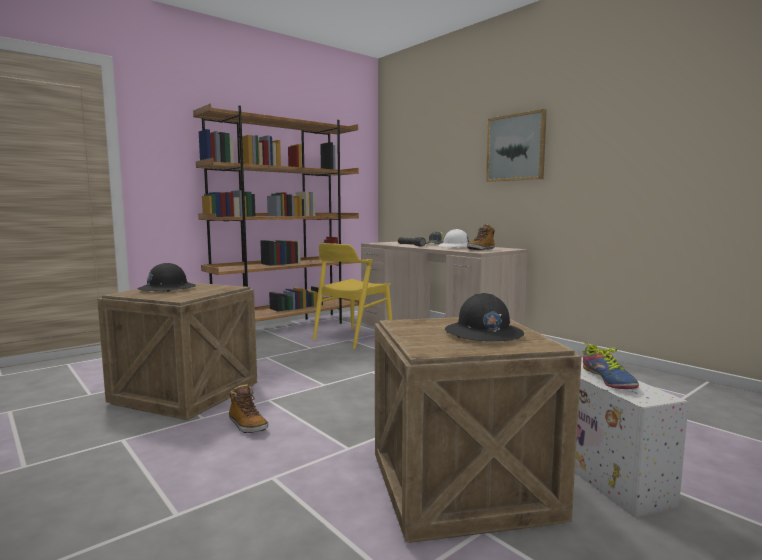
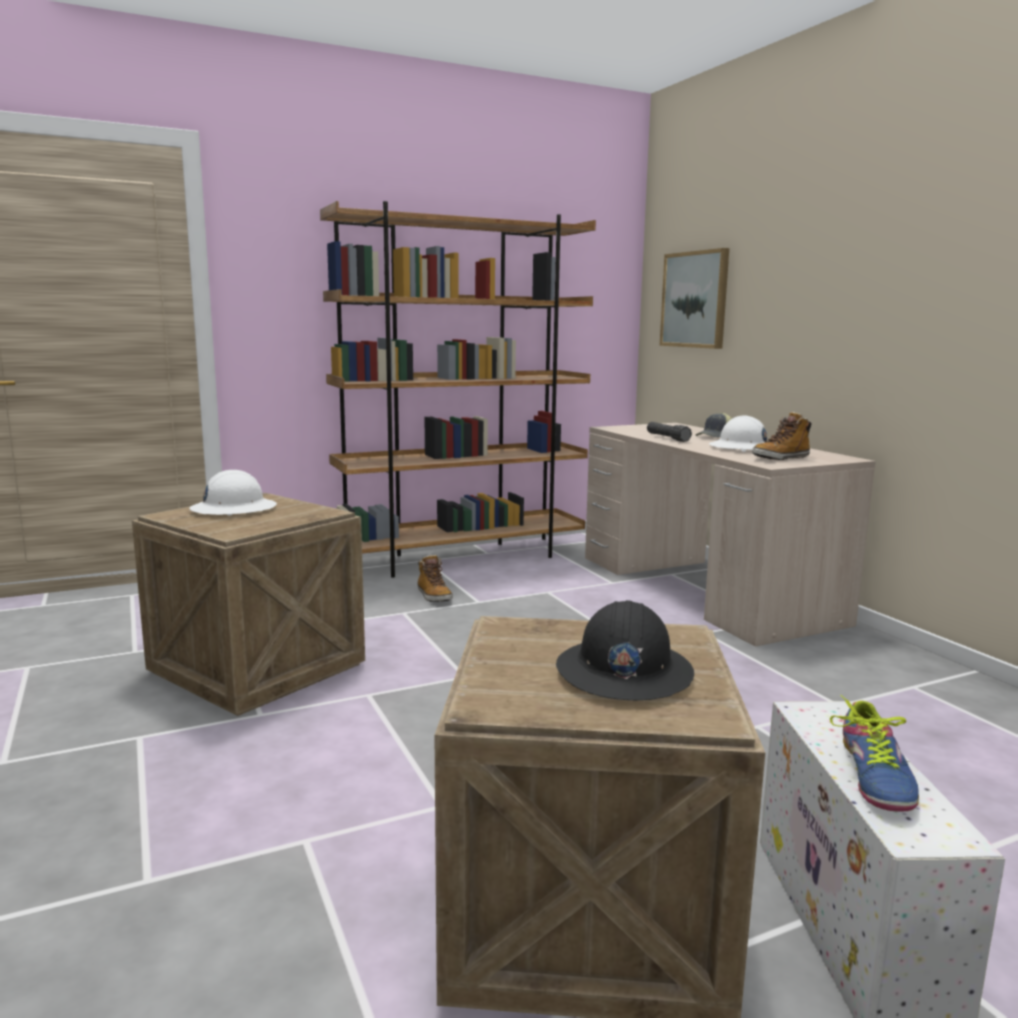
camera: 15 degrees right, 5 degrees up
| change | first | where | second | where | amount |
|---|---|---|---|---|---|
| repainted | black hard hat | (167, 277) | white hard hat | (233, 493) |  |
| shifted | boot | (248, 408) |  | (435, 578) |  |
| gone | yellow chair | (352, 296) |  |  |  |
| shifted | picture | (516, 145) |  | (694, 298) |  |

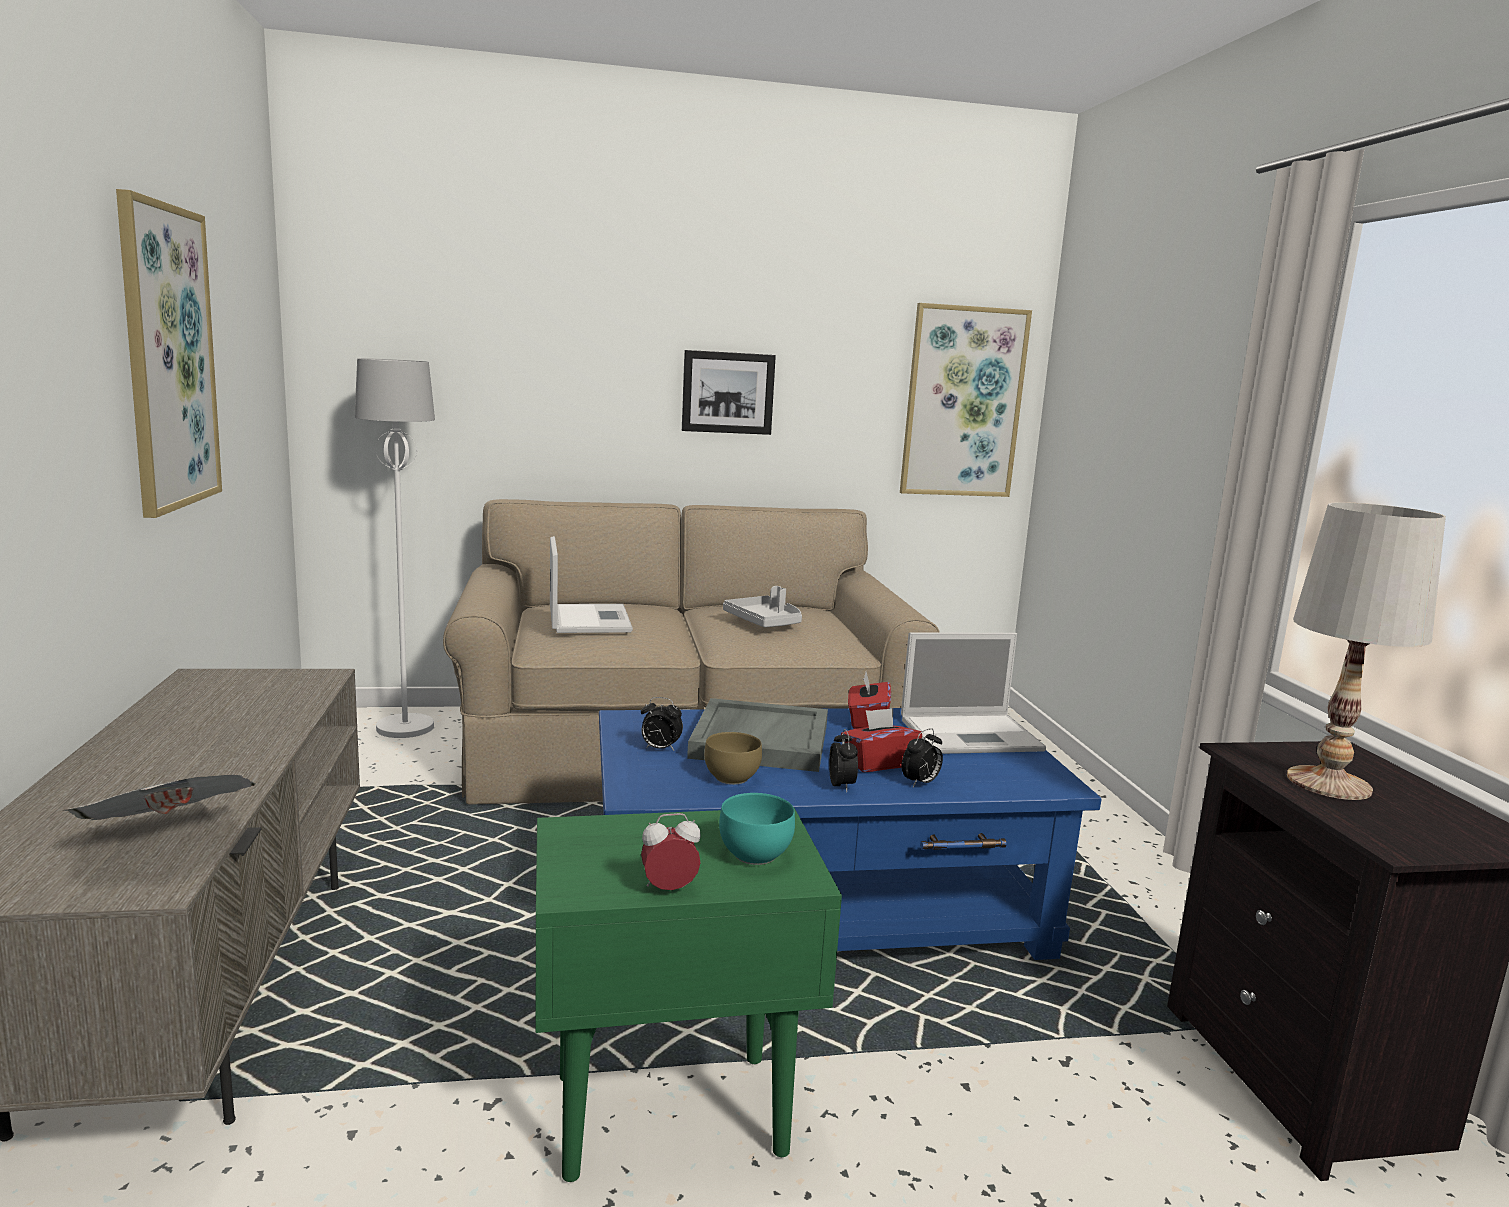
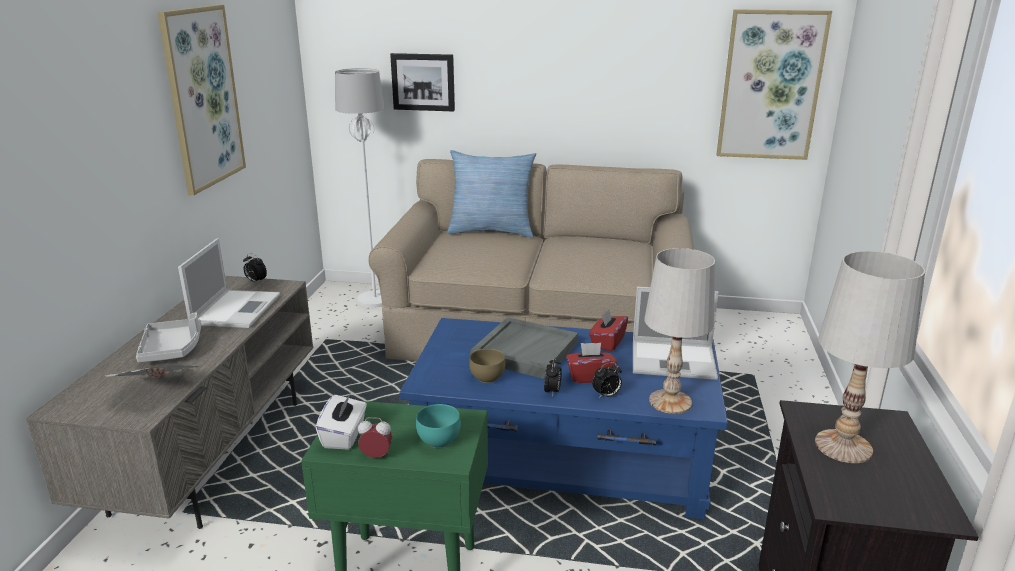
camera: 20 degrees right, 10 degrees up
| change | first | where | second | where | amount |
|---|---|---|---|---|---|
| shifted | laptop | (591, 584) |  | (229, 283) |  |
| shifted | alarm clock | (662, 724) |  | (255, 268) |  |
| shifted | picture | (729, 392) |  | (422, 82) |  |
| shifted | grey tray | (762, 606) |  | (169, 338) |  |
| new |  |  | white tissue box | (341, 421) |  |
| new |  |  | pillow | (491, 194) |  |
| new |  |  | white table lamp | (679, 331) |  |

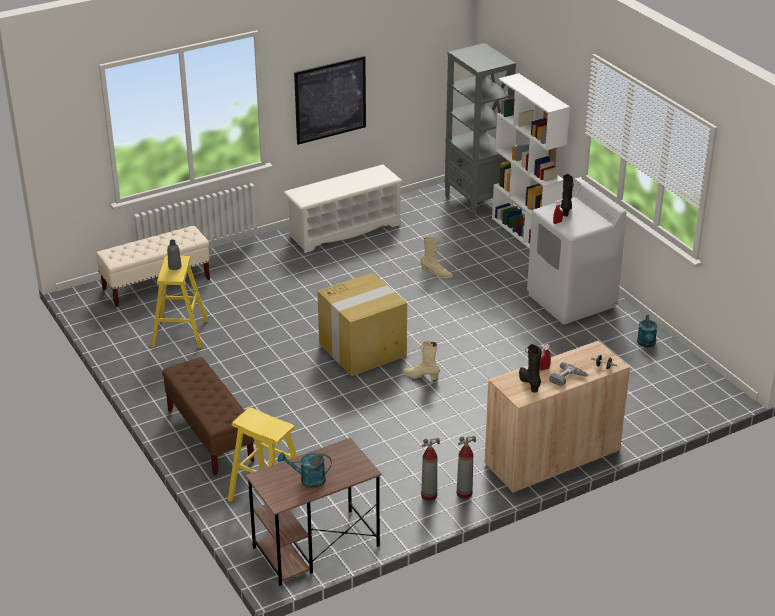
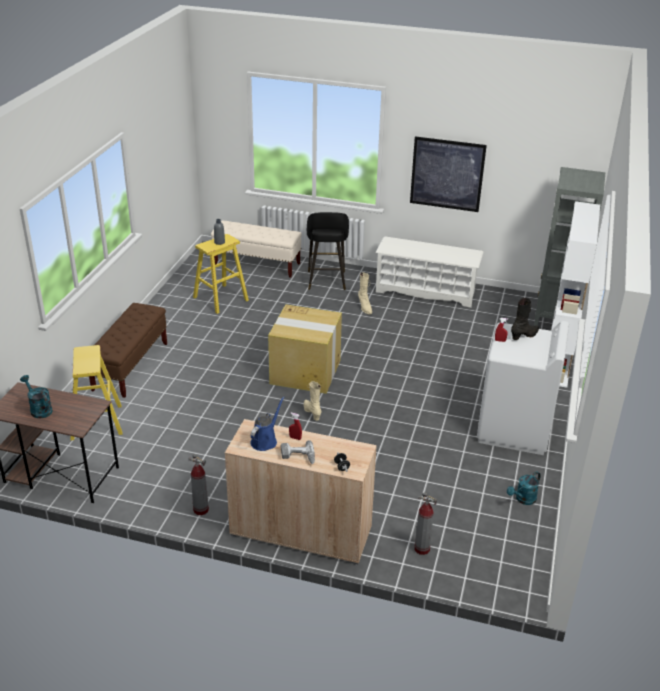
camera: 45 degrees right, 0 degrees up
| change | first | where | second | where | amount |
|---|---|---|---|---|---|
| shifted | beige boot | (436, 257) |  | (365, 294) |  |
| shifted | fire extinguisher | (430, 469) |  | (425, 523) |  |
| swapped | black boot | (530, 368) | blue watering can | (267, 423) |  |
| new |  |  | black stool | (328, 251) |  |

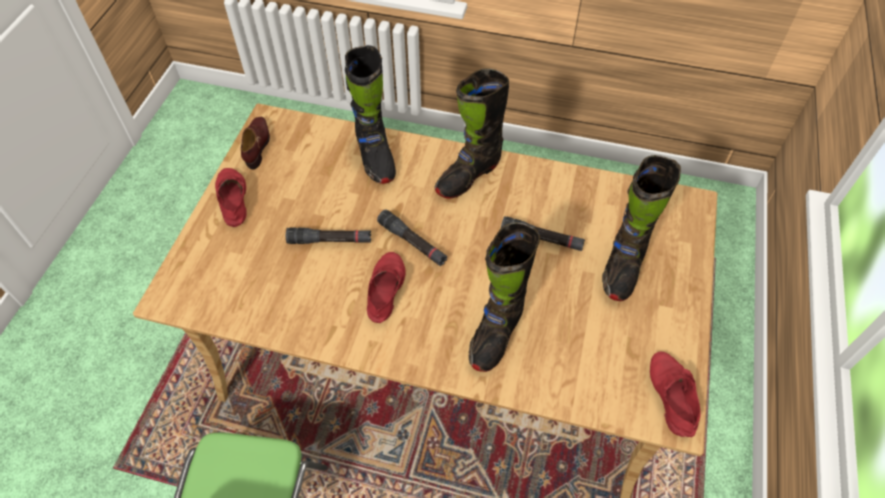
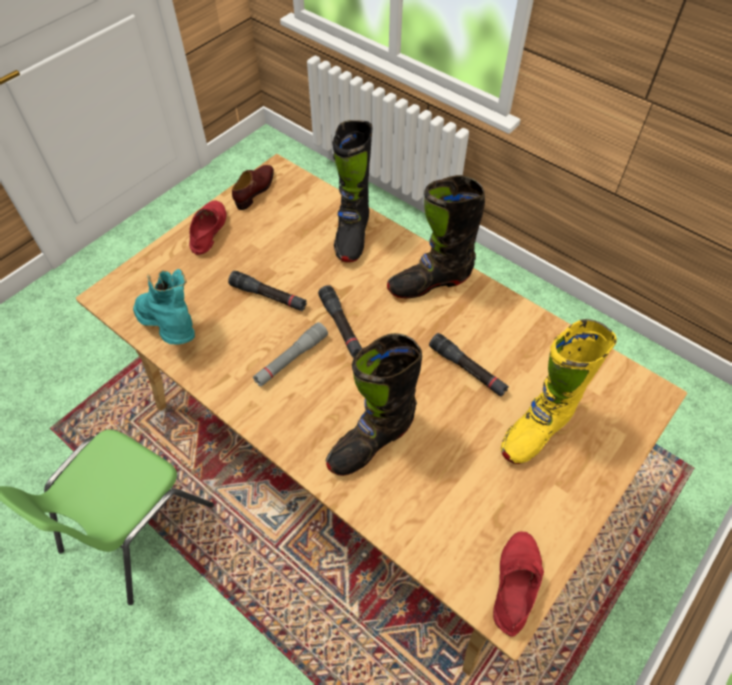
camera: 25 degrees right, 0 degrees up
| change | first | where | second | where | amount |
|---|---|---|---|---|---|
| swapped | red shoe | (386, 287) | grey flashlight | (290, 354) |  |
| repainted | black boot | (641, 228) | yellow boot | (559, 391) |  |
| new |  |  | turquoise boot | (164, 306) |  |

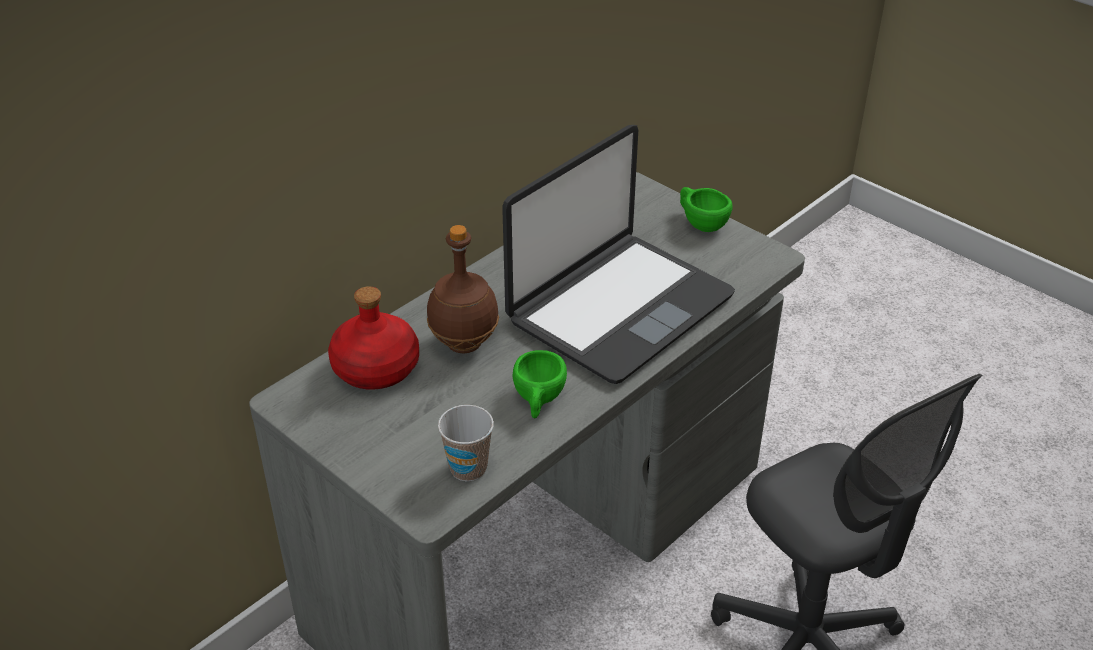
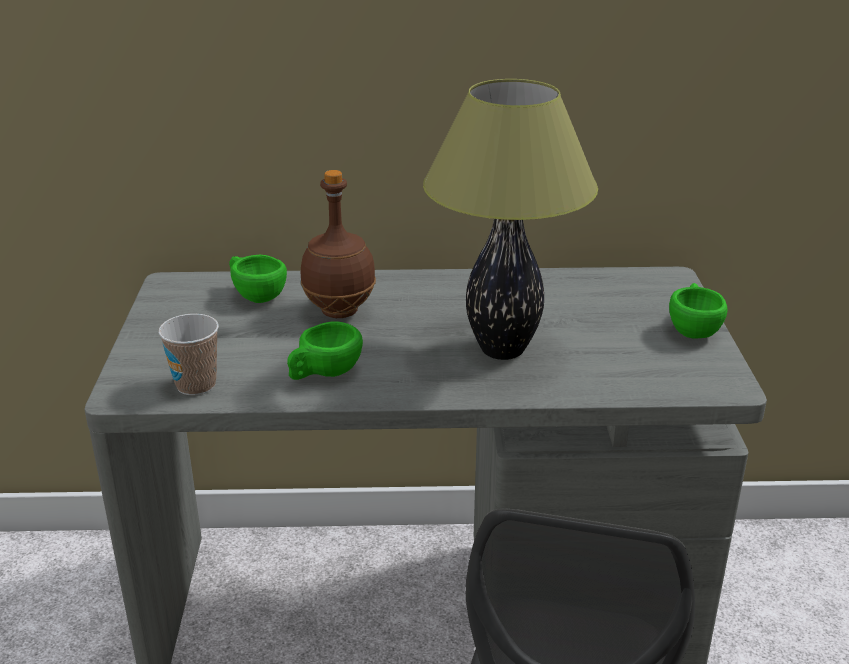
camera: 45 degrees right, 10 degrees down
| change | first | where | second | where | amount |
|---|---|---|---|---|---|
| swapped | red bottle | (373, 338) | green cup | (258, 279) |  |
| swapped | laptop | (618, 254) | table lamp | (510, 219) |  |

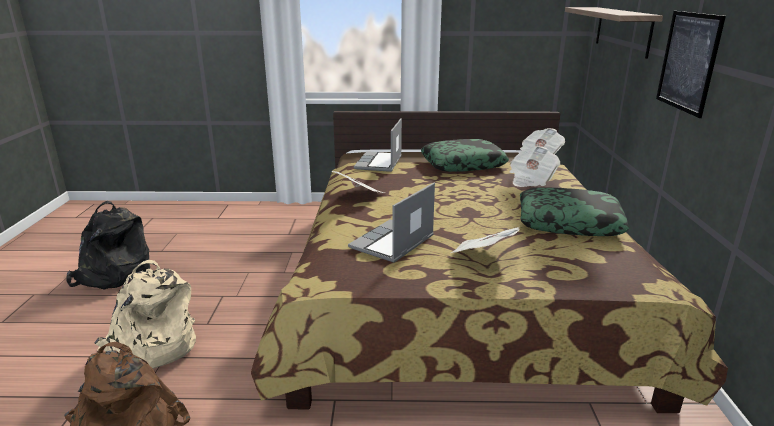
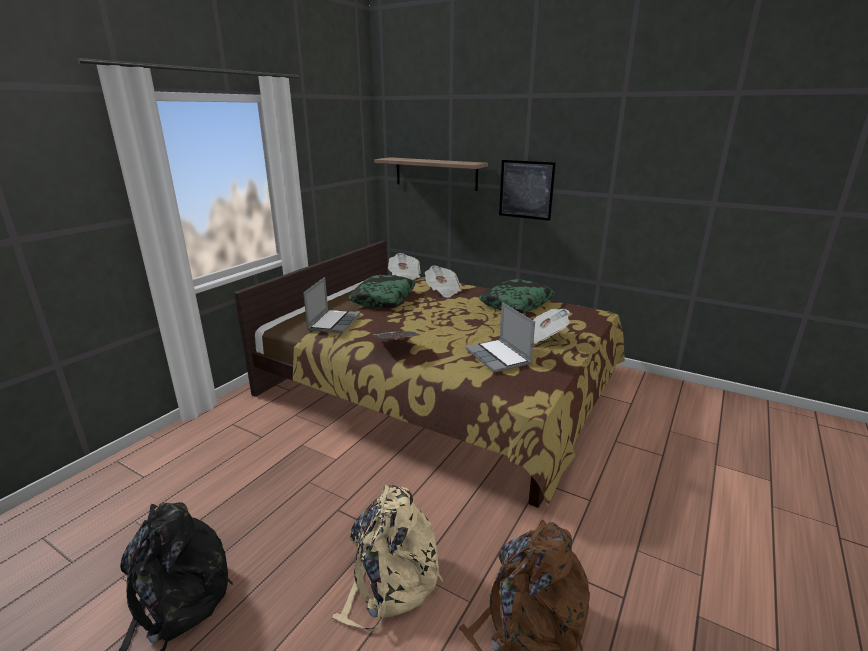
camera: 60 degrees left, 0 degrees up
| change | first | where | second | where | amount |
|---|---|---|---|---|---|
| rotated | laptop | (378, 145) |  | (331, 305) | 120 degrees counterclockwise |

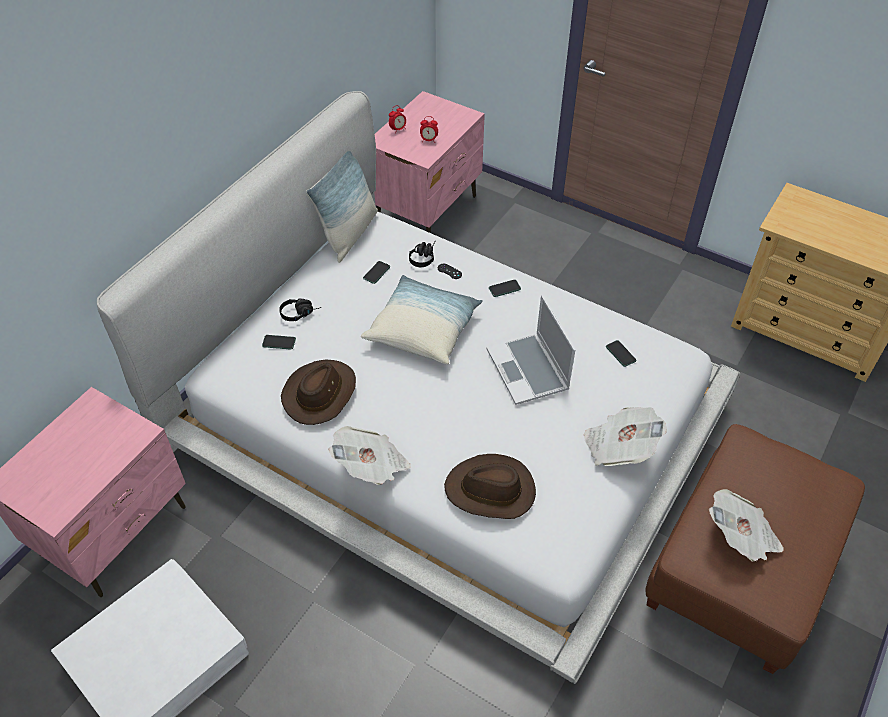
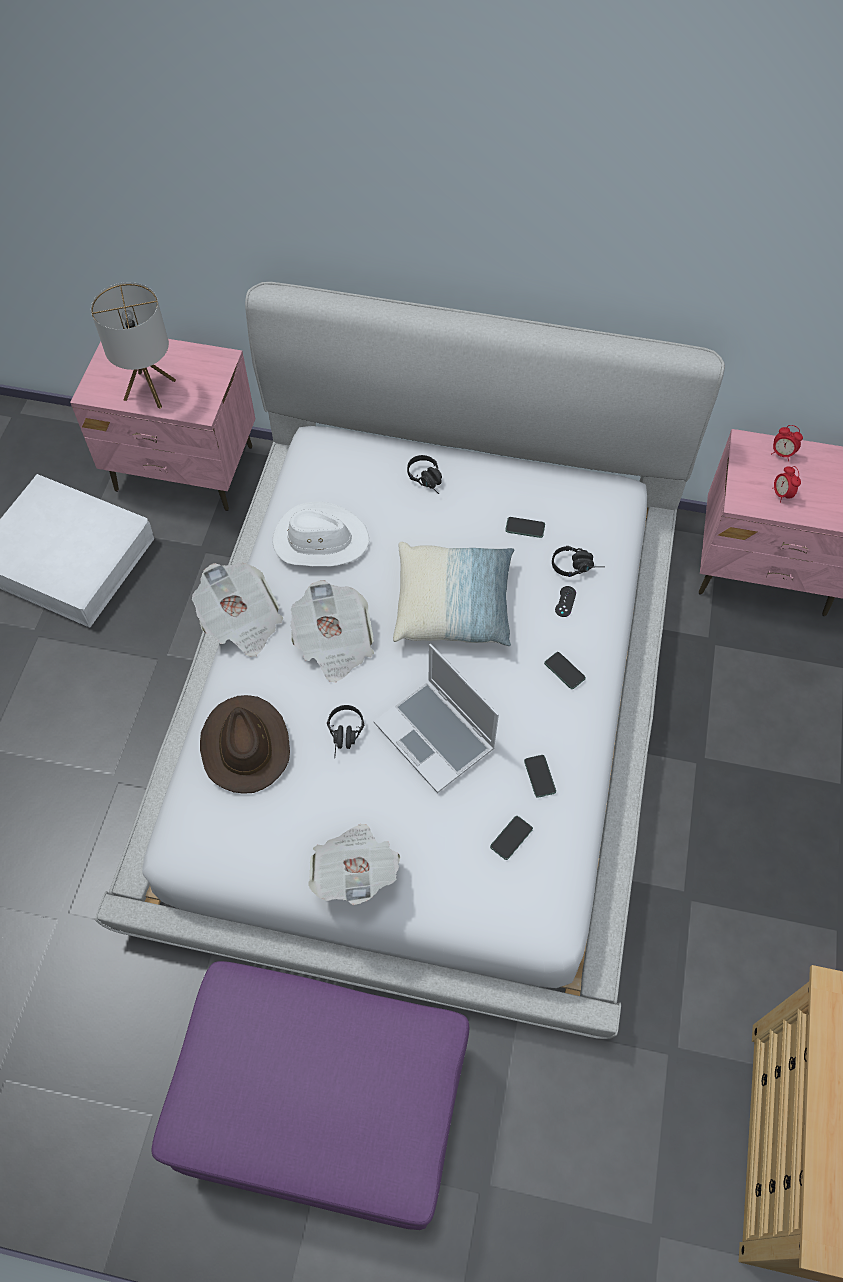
camera: 70 degrees right, 10 degrees up
| change | first | where | second | where | amount |
|---|---|---|---|---|---|
| shifted | phone | (279, 342) |  | (540, 776) |  |
| repainted | brown hat | (318, 392) | white hat | (321, 534) |  |
| gone | pillow | (342, 207) |  |  |  |
| rotated | laptop | (531, 350) |  | (436, 718) | 90 degrees counterclockwise |
| repainted | brown ottoman | (755, 549) | purple ottoman | (311, 1095) |  |
| shifted | newspaper | (746, 525) |  | (332, 631) |  |
| new |  |  | table lamp | (133, 345) |  |
| new |  |  | black headphones | (345, 731) |  |

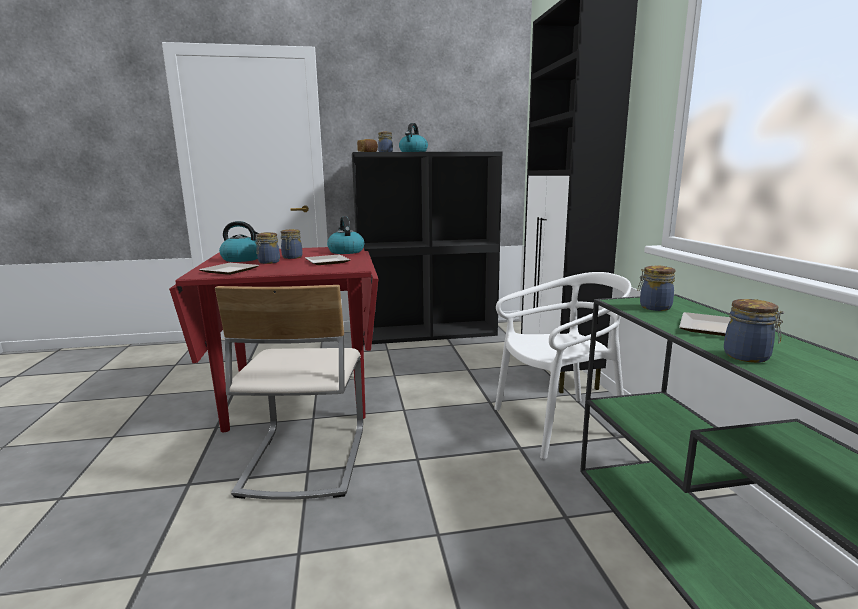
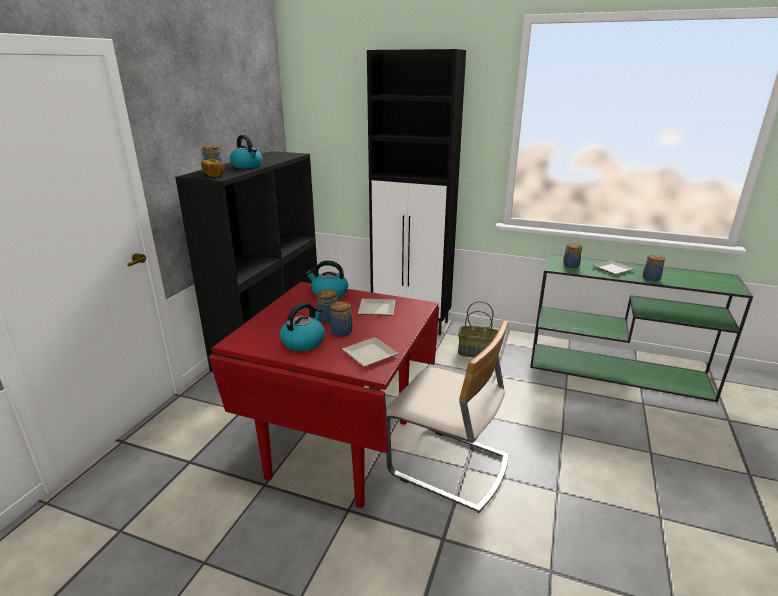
camera: 60 degrees left, 10 degrees up
| change | first | where | second | where | amount |
|---|---|---|---|---|---|
| swapped | white chair | (562, 365) | basket | (478, 329) |  |

